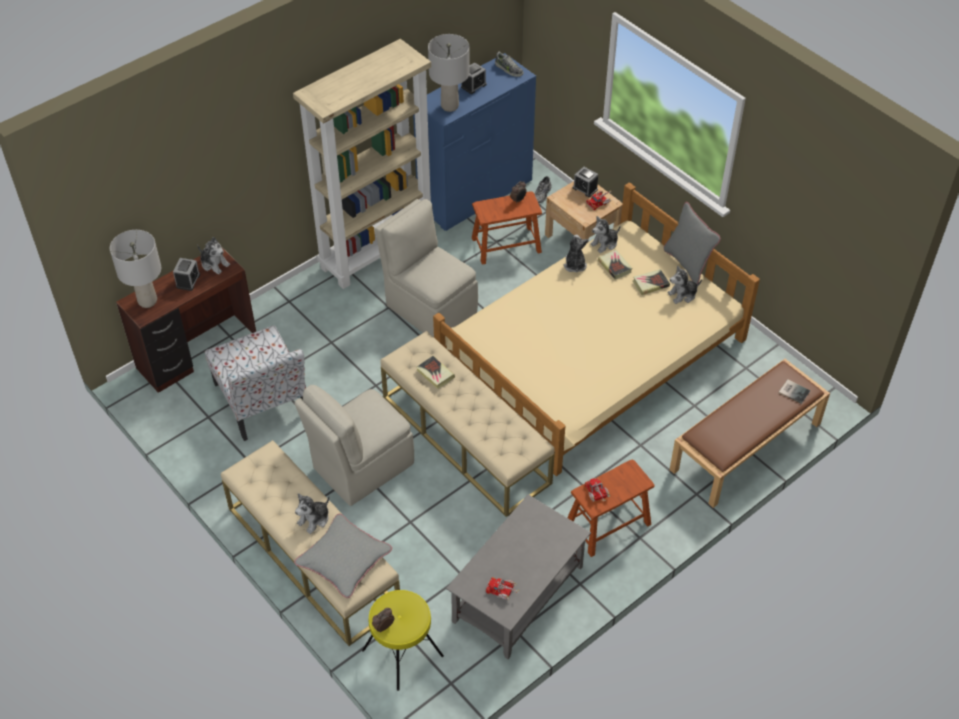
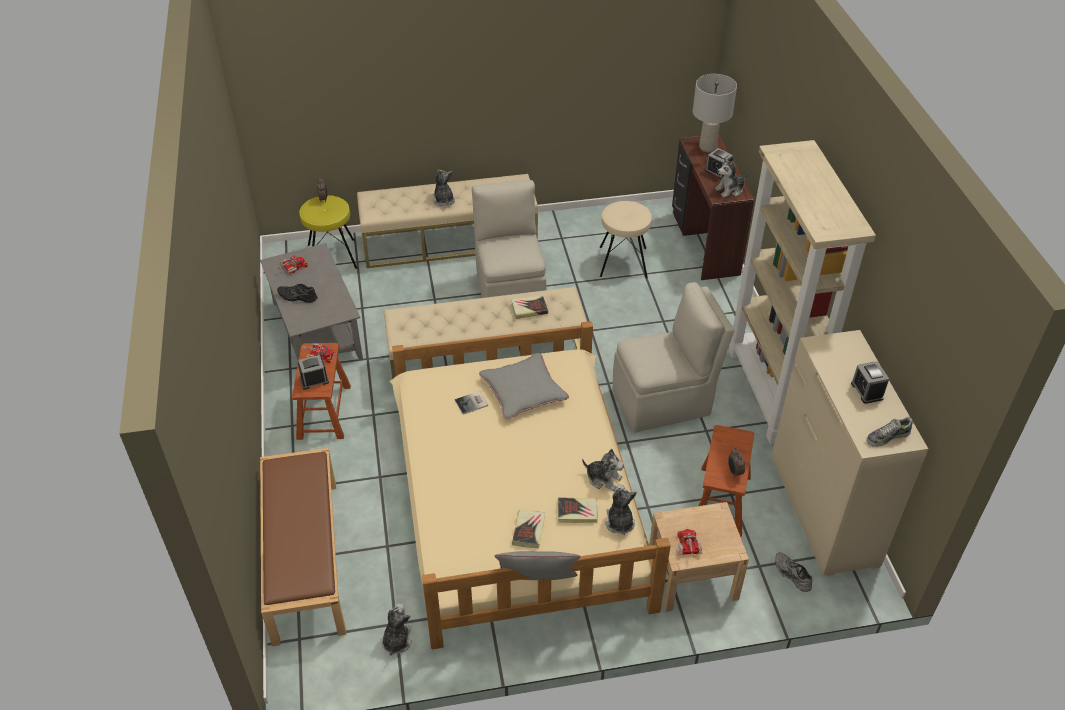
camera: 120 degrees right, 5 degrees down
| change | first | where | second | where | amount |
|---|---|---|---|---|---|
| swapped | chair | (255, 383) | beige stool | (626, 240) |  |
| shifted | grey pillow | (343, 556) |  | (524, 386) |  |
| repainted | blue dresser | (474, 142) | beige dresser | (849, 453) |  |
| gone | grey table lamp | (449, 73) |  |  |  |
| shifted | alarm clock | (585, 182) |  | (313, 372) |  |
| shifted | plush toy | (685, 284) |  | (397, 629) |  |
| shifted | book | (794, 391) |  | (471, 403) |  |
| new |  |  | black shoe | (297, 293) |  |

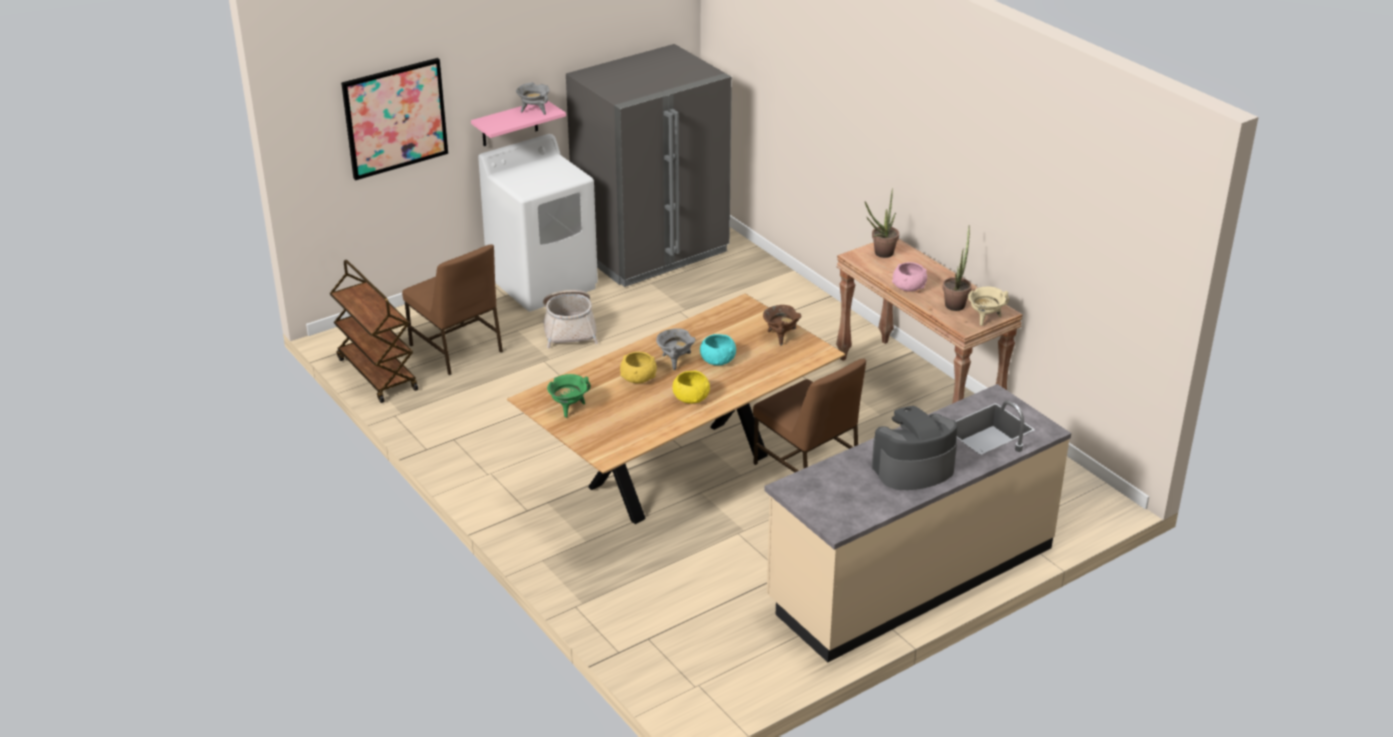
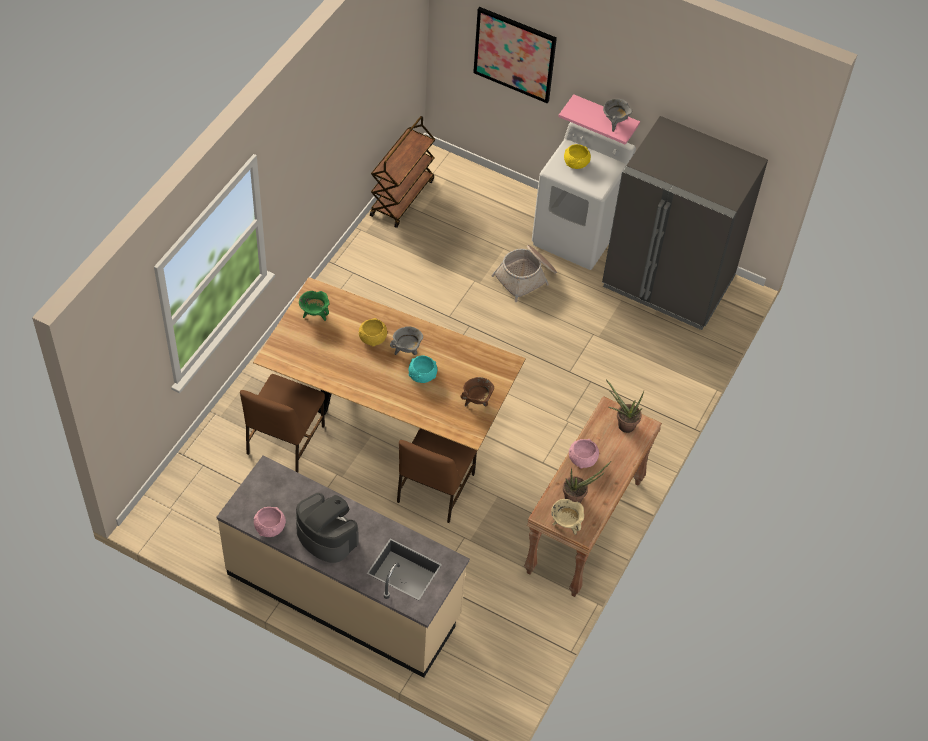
camera: 60 degrees right, 20 degrees up
| change | first | where | second | where | amount |
|---|---|---|---|---|---|
| shifted | brown chair | (452, 309) |  | (282, 423) |  |
| shifted | yellow bowl | (691, 387) |  | (577, 156) |  |
| new |  |  | pink bowl | (270, 522) |  |

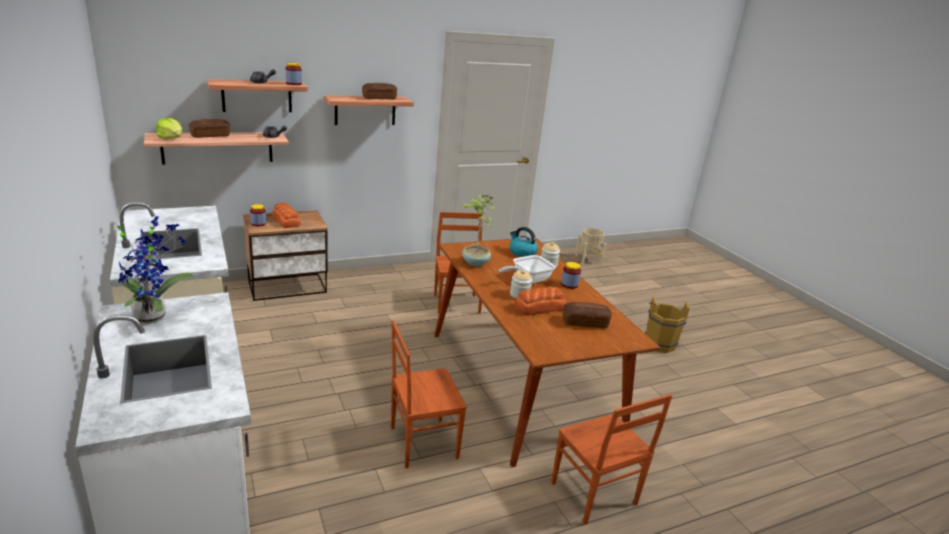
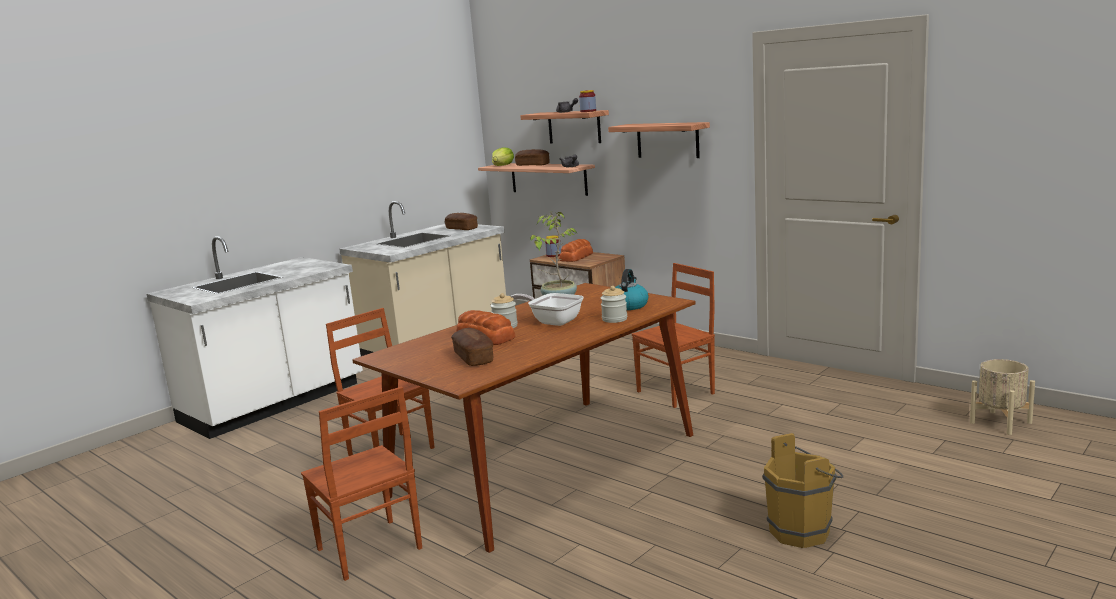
camera: 70 degrees right, 10 degrees down
| change | first | where | second | where | amount |
|---|---|---|---|---|---|
| gone | potted plant | (153, 270) |  |  |  |
| shifted | bread | (379, 91) |  | (461, 221) |  |
| rotated | brown chair | (612, 459) |  | (361, 484) | 75 degrees counterclockwise |
| gone | jar | (571, 275) |  |  |  |

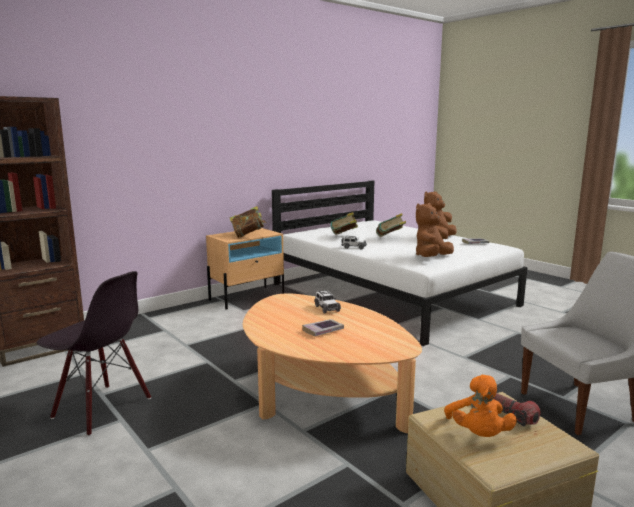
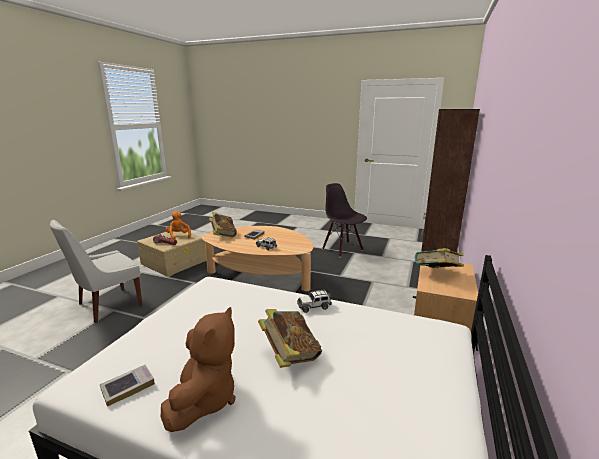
camera: 150 degrees right, 5 degrees up
| change | first | where | second | where | amount |
|---|---|---|---|---|---|
| rotated | black chair | (93, 353) |  | (344, 220) | 60 degrees clockwise |
| shifted | book | (344, 223) |  | (223, 224) |  |
| gone | brown plush toy | (435, 230) |  |  |  |

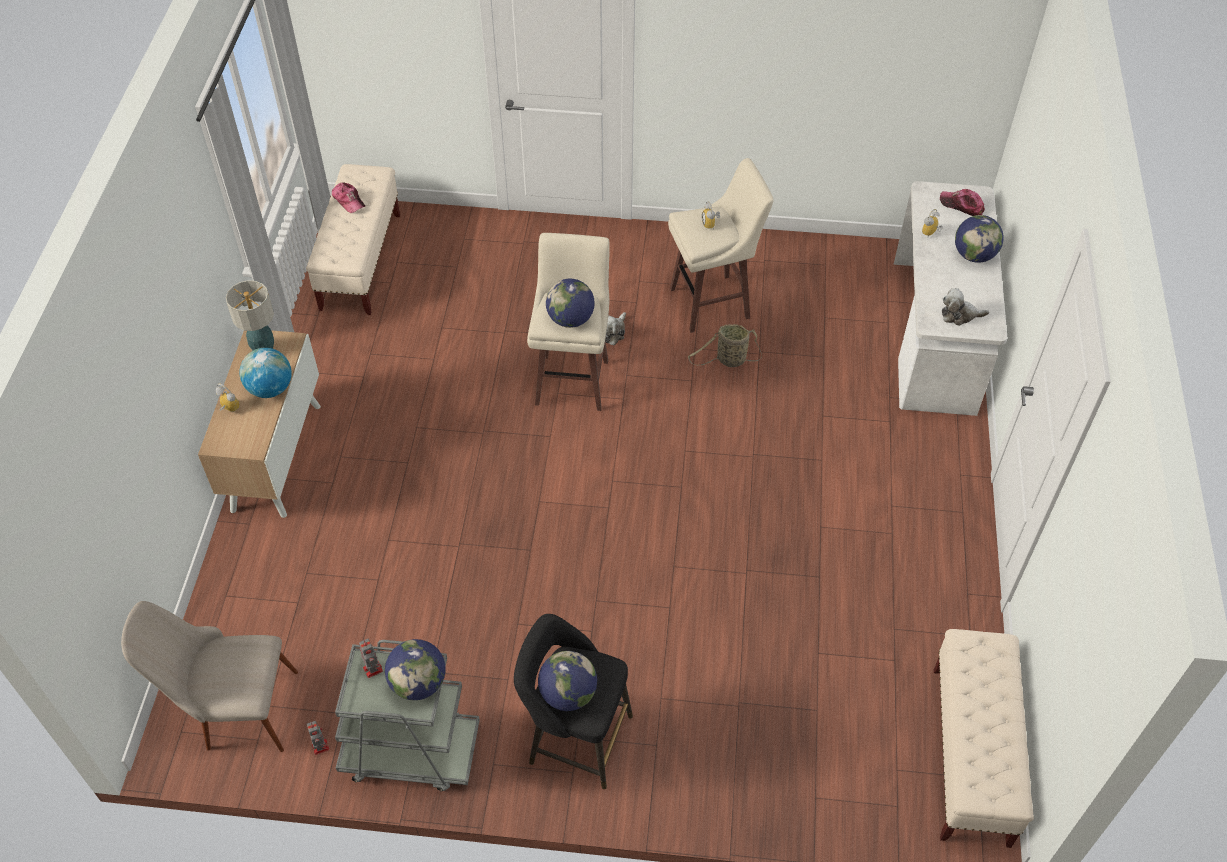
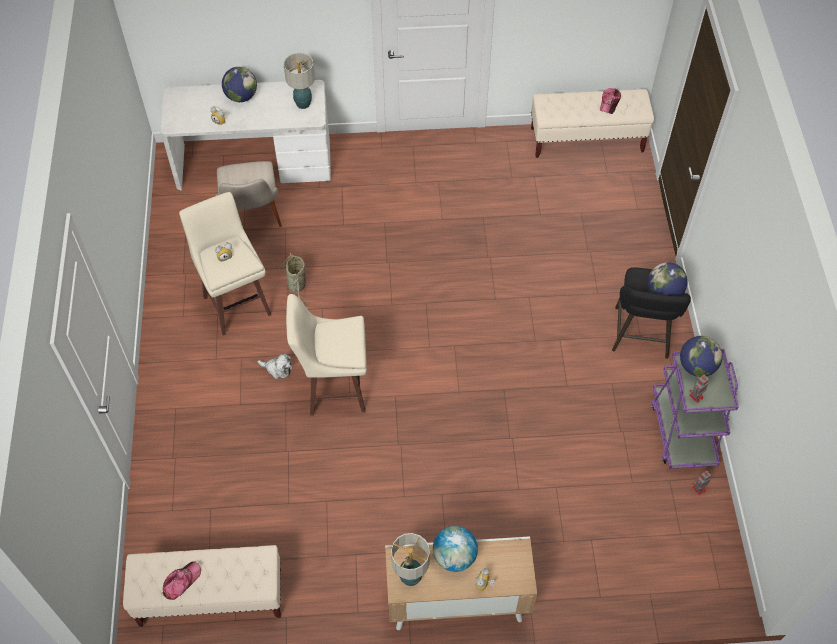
camera: 100 degrees left, 5 degrees up
| change | first | where | second | where | amount |
|---|---|---|---|---|---|
| shifted | beige chair | (209, 676) |  | (249, 194) |  |
| repainted | grey cart | (407, 715) | purple cart | (695, 409) |  |
| gone | globe | (570, 303) |  |  |  |
| shifted | cap | (962, 202) |  | (610, 101) |  |
| swapped | plush toy | (965, 307) | table lamp | (299, 81) |  |

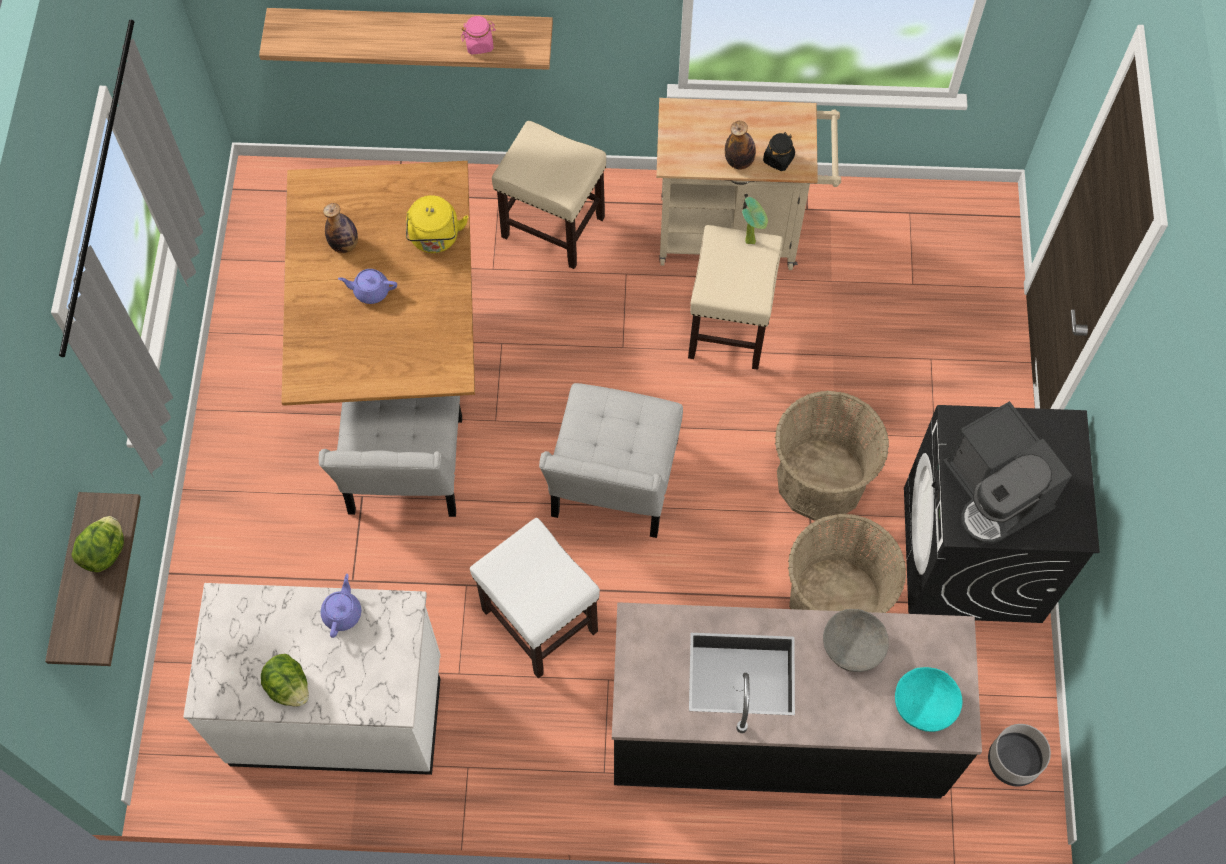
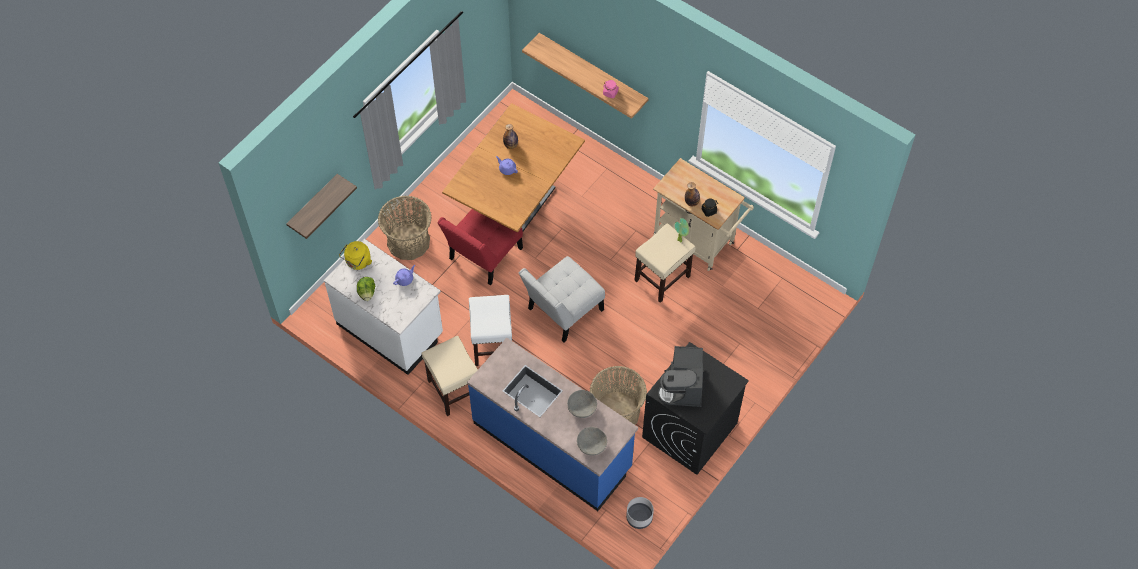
camera: 35 degrees right, 5 degrees down
| change | first | where | second | where | amount |
|---|---|---|---|---|---|
| gone | lettuce | (97, 544) |  |  |  |
| repainted | white chair | (390, 456) | red chair | (480, 247) |  |
| shifted | yellow kettle | (437, 224) |  | (355, 255) |  |
| shifted | beige stool | (549, 195) |  | (449, 376) |  |
| repainted | black counter | (797, 700) | blue counter | (552, 424) |  |
| shifted | basket | (832, 456) |  | (405, 228) |  |
| repainted | turquoise bowl | (928, 699) | grey bowl | (592, 441) |  |

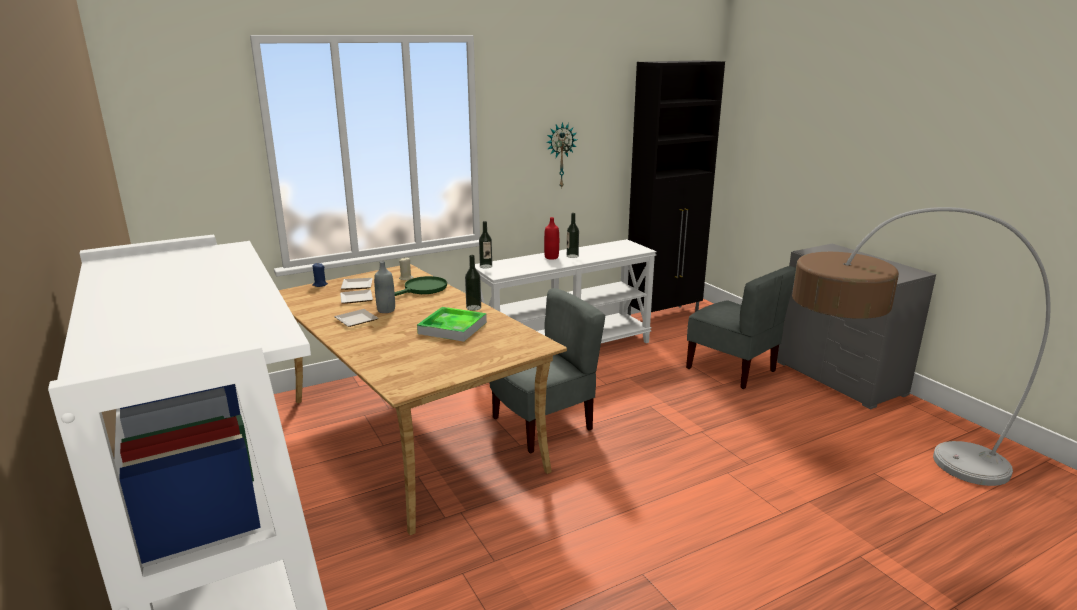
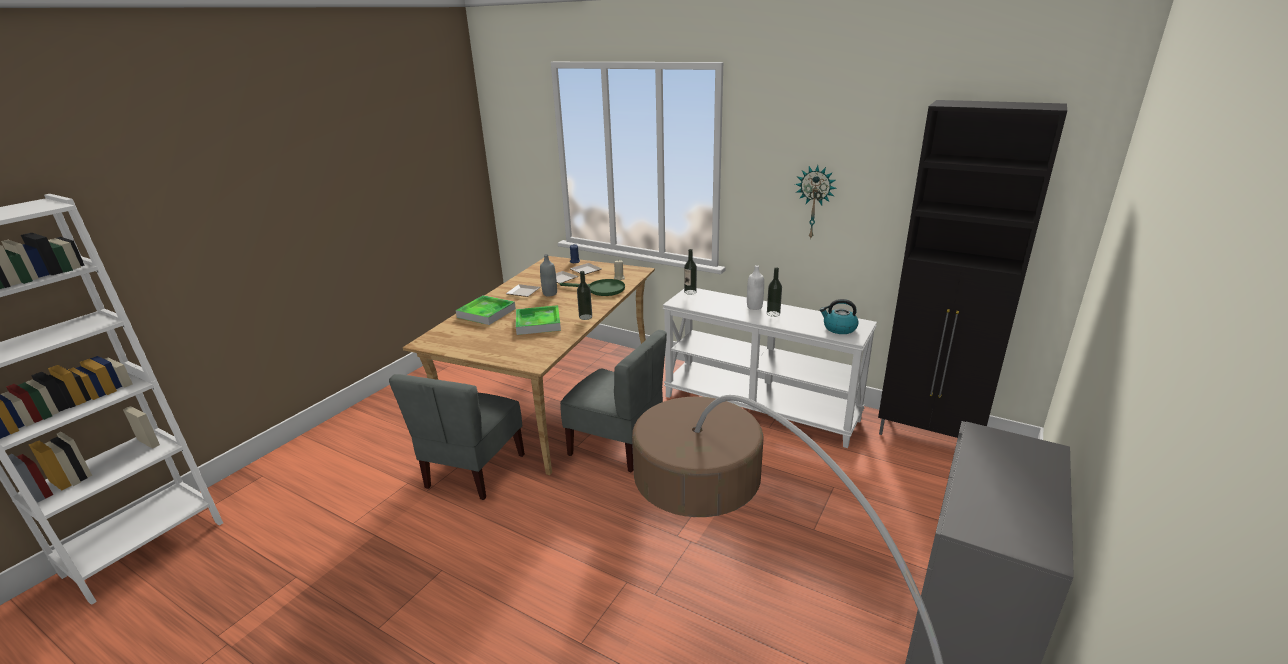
camera: 60 degrees right, 5 degrees up
| change | first | where | second | where | amount |
|---|---|---|---|---|---|
| repainted | red bottle | (551, 238) | white bottle | (755, 287) |  |
| shifted | grey chair | (741, 327) |  | (457, 437) |  |
| new |  |  | tray | (486, 310) |  |
| new |  |  | kettle | (839, 316) |  |

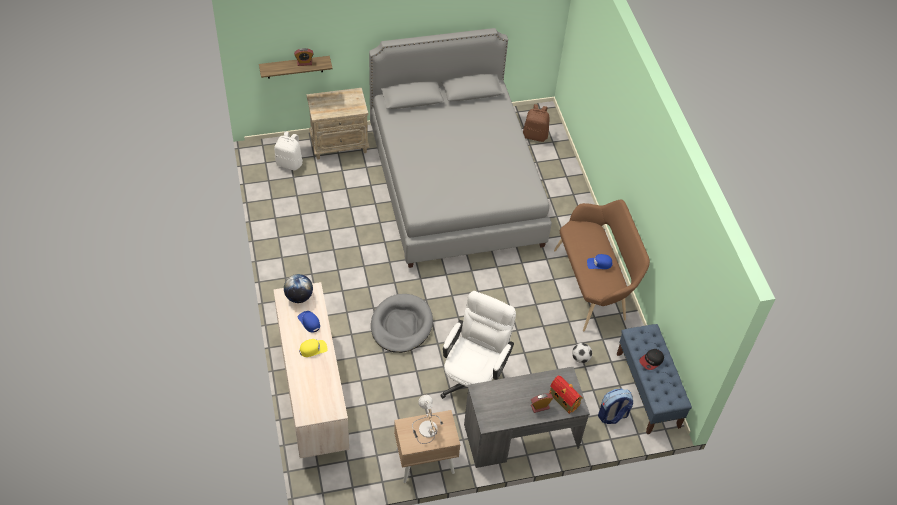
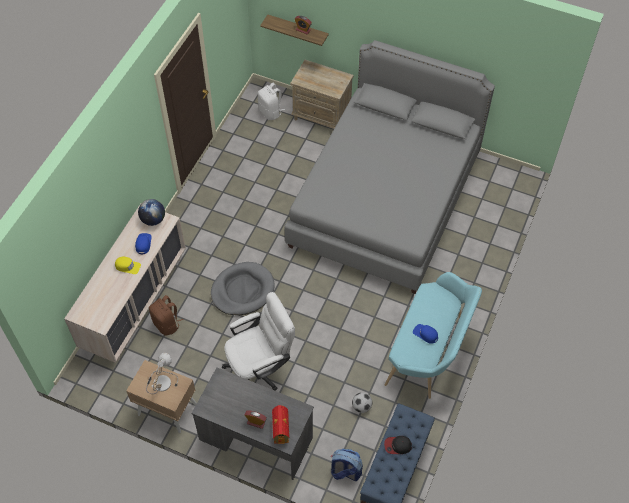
camera: 40 degrees right, 5 degrees up
| change | first | where | second | where | amount |
|---|---|---|---|---|---|
| shifted | brown backpack | (536, 123) |  | (166, 315) |  |
| repainted | brown bench | (602, 265) | turquoise bench | (433, 335) |  |

